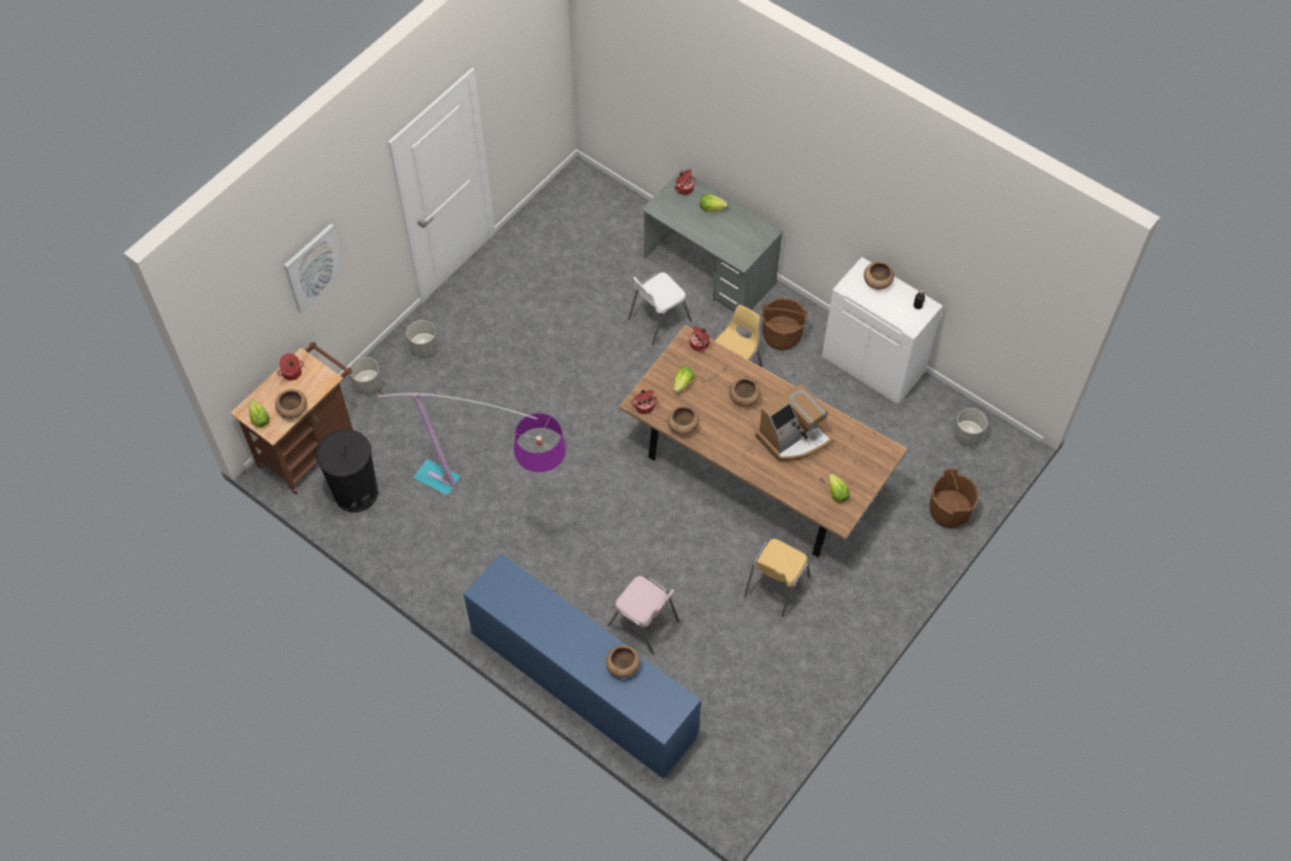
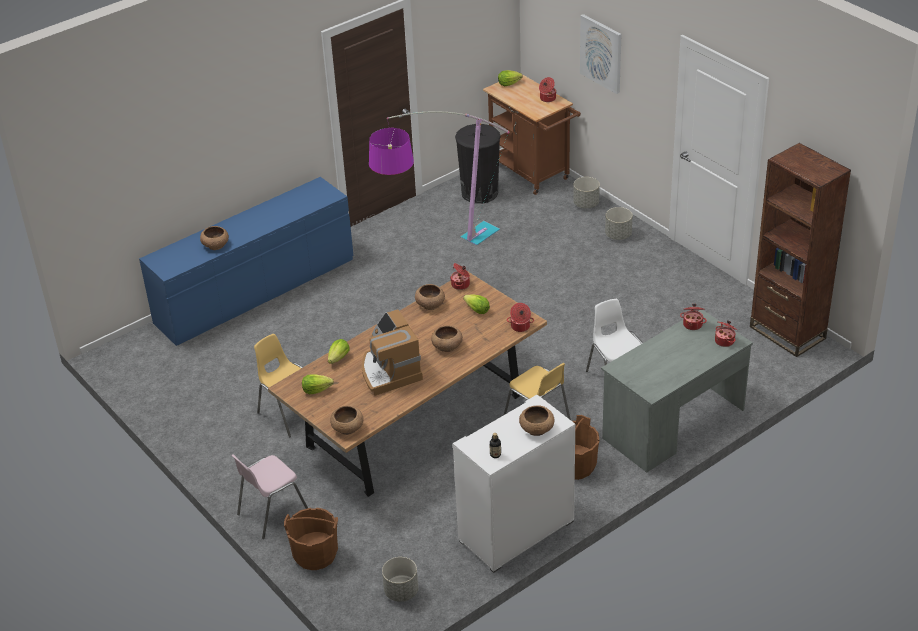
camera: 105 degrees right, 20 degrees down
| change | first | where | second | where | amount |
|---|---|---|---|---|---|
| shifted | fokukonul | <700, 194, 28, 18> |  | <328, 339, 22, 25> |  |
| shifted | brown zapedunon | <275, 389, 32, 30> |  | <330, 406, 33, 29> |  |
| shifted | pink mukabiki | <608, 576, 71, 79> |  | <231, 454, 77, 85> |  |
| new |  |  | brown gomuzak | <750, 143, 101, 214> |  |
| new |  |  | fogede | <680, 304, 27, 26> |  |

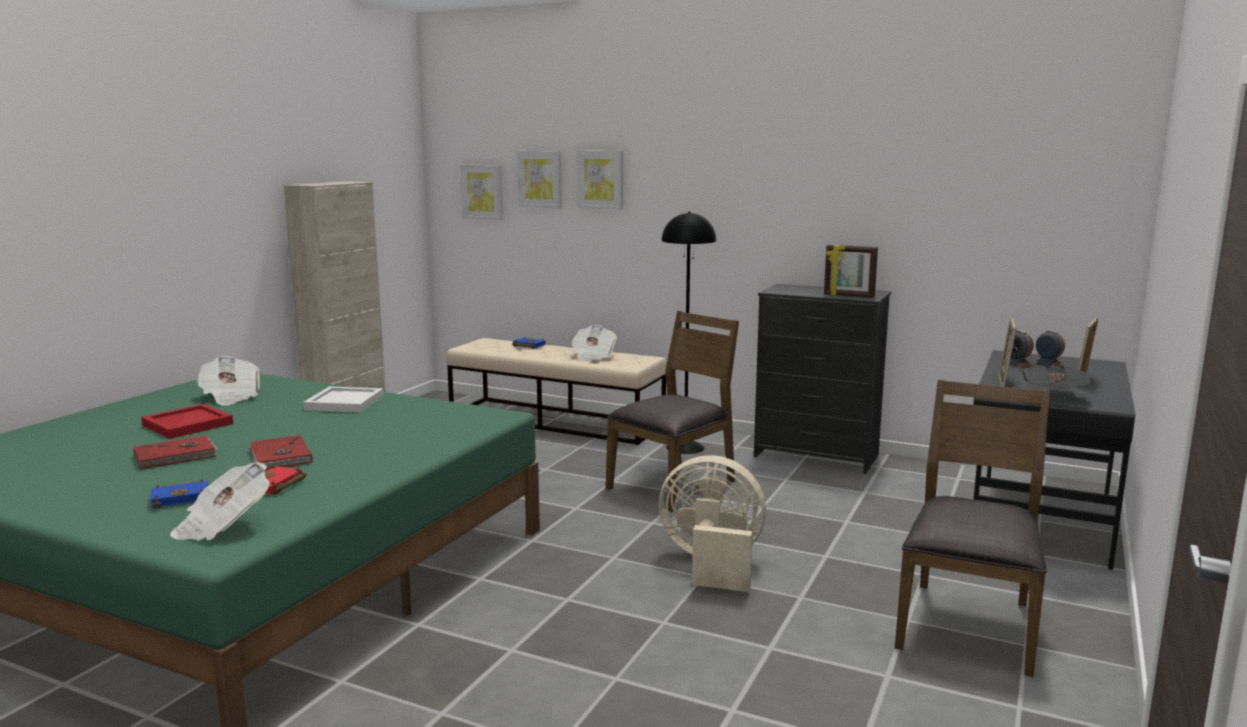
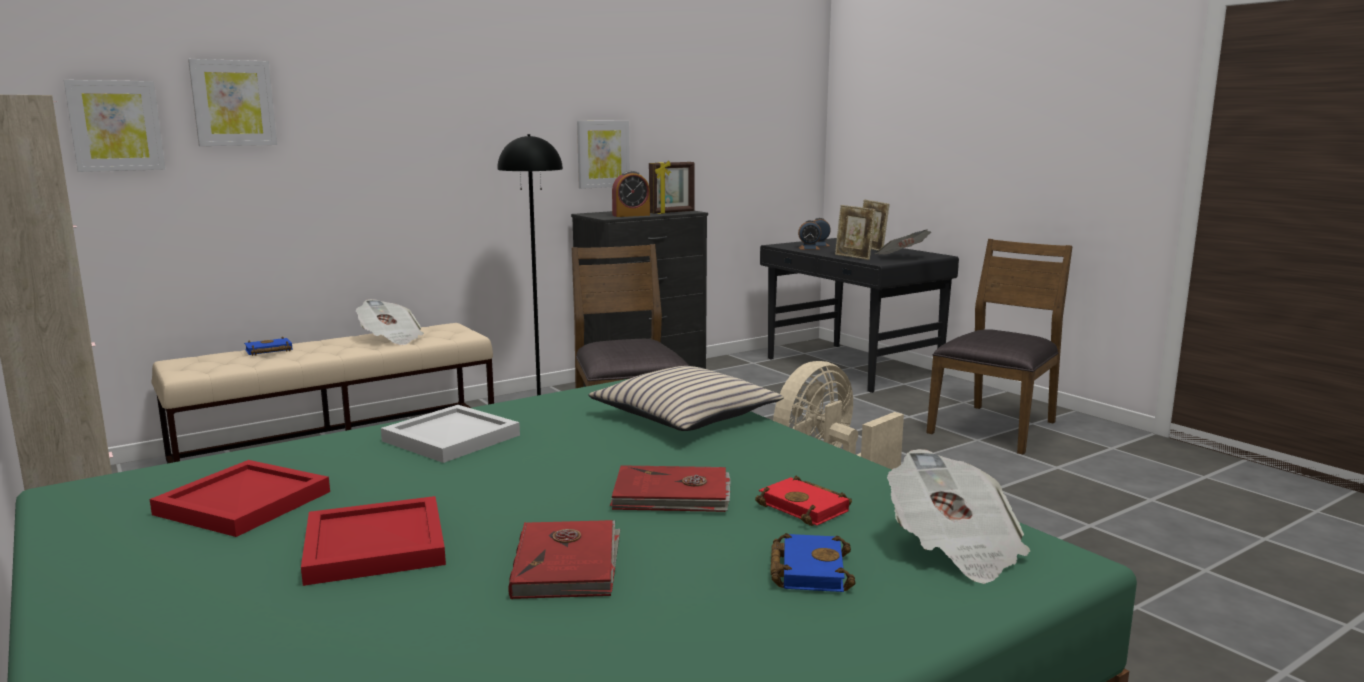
camera: 60 degrees left, 0 degrees up
| change | first | where | second | where | amount |
|---|---|---|---|---|---|
| shifted | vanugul | <577, 150, 46, 59> |  | <577, 121, 53, 68> |  |
| swapped | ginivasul | <196, 356, 64, 50> | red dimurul | <150, 460, 180, 77> |  |
| rotated | brown mukabiki | <895, 380, 155, 297> |  | <926, 239, 147, 216> | 75 degrees clockwise |
| new |  |  | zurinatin | <612, 171, 38, 46> |  |
| new |  |  | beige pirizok | <588, 366, 196, 65> |  |

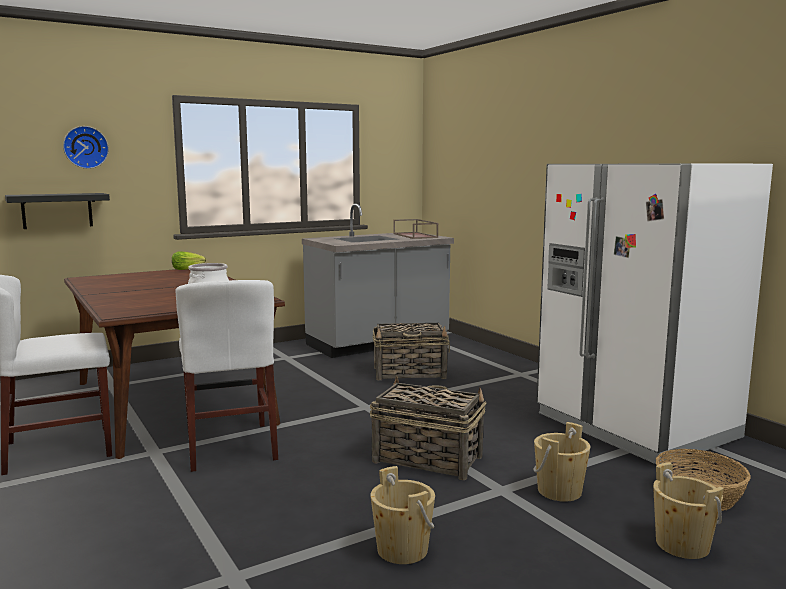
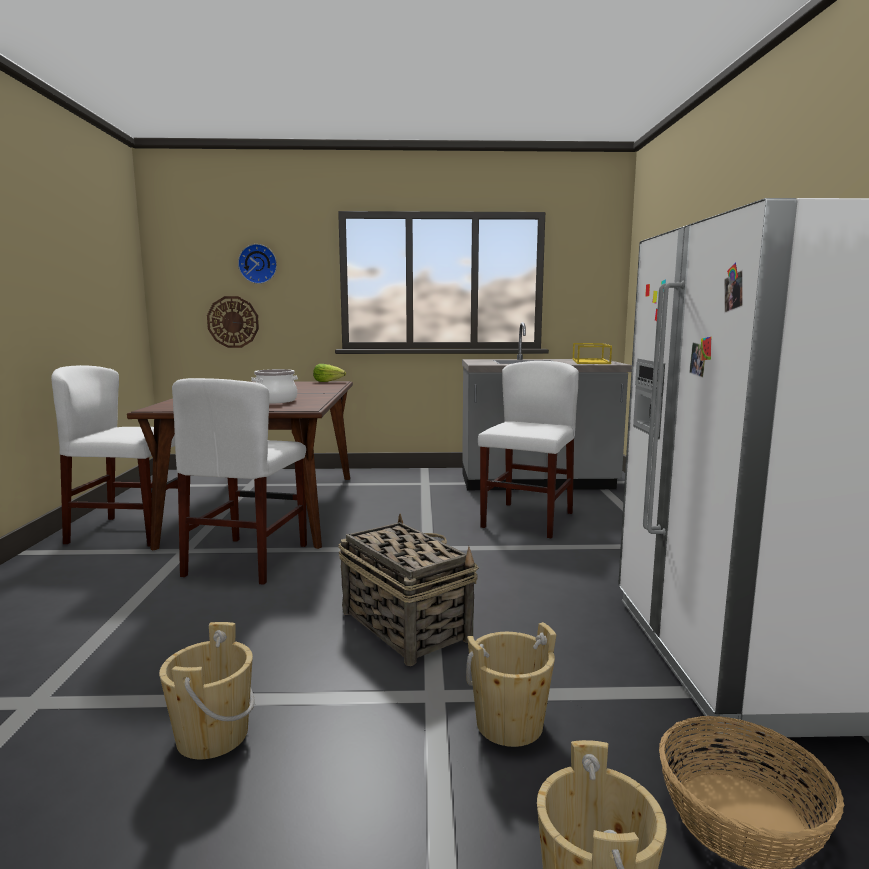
camera: 30 degrees right, 0 degrees up
| change | first | where | second | where | amount |
|---|---|---|---|---|---|
| swapped | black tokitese | <5, 193, 105, 36> | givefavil | <207, 296, 52, 52> |  |
| repainted | brown dimurul | <393, 219, 45, 20> | yellow dimurul | <572, 343, 40, 21> |  |
| swapped | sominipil | <373, 323, 77, 57> | white mukabiki | <478, 361, 101, 178> |  |

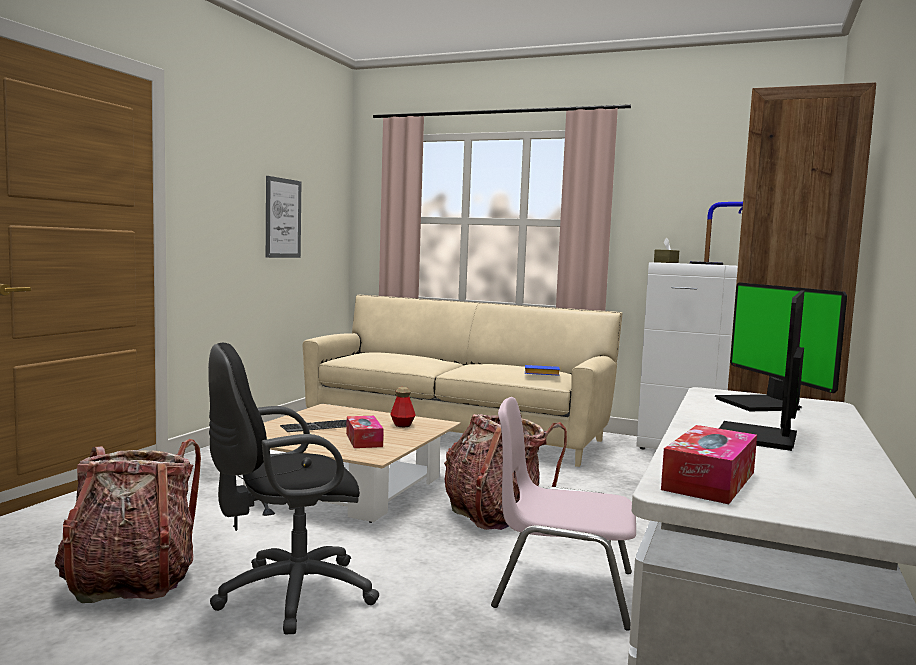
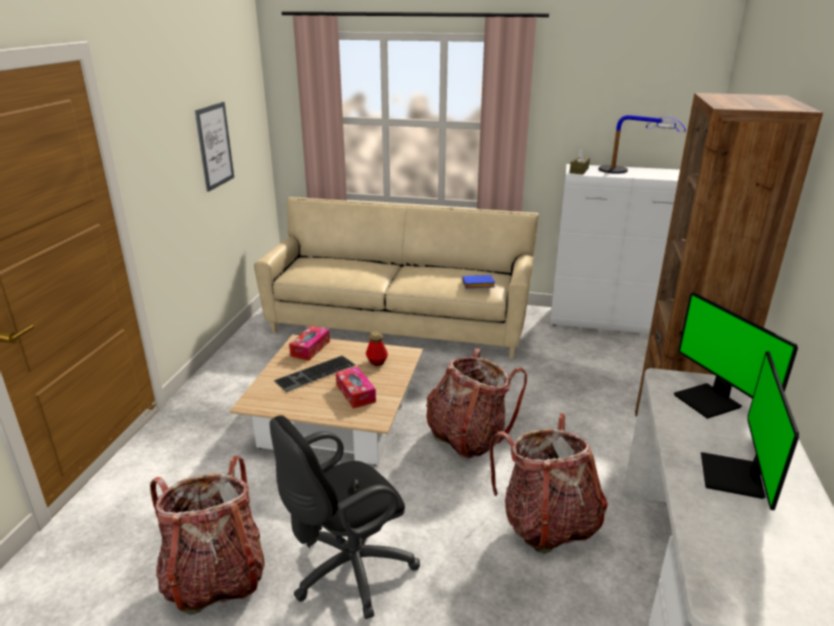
camera: 10 degrees left, 20 degrees up
| change | first | where | second | where | amount |
|---|---|---|---|---|---|
| swapped | pink mukabiki | <491, 397, 145, 234> | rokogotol | <489, 413, 119, 141> |  |
| shifted | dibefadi | <661, 425, 96, 79> |  | <289, 326, 41, 35> |  |

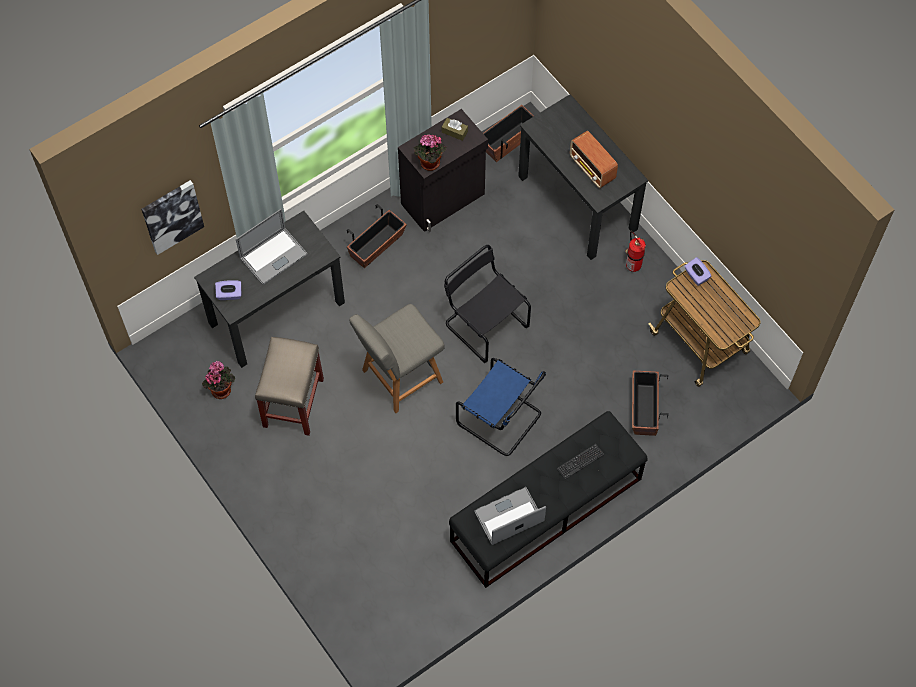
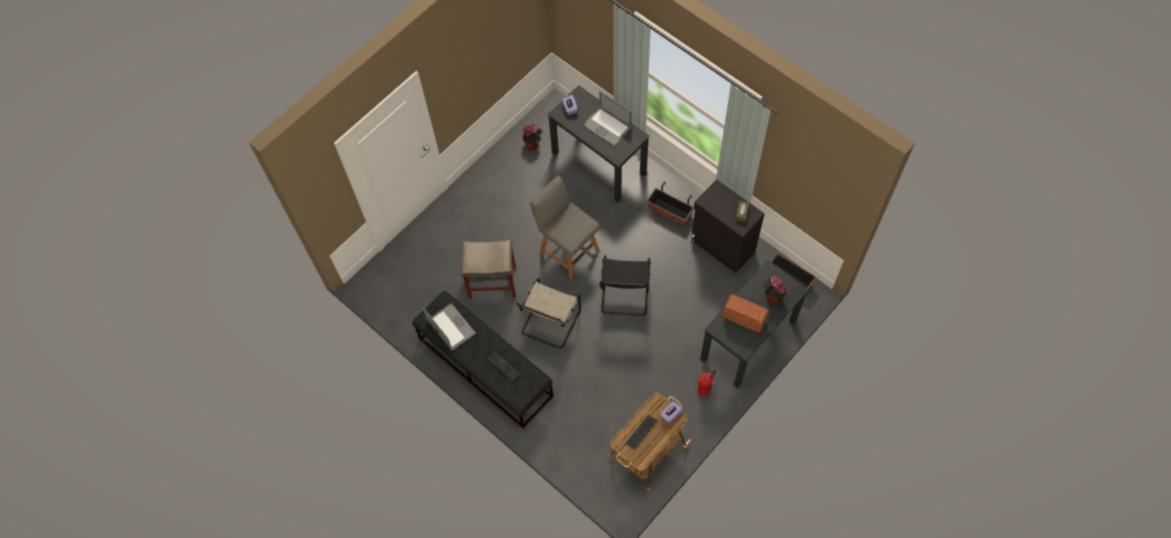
camera: 80 degrees right, 0 degrees up
| change | first | where | second | where | amount |
|---|---|---|---|---|---|
| rotated | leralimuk | <570, 131, 48, 57> |  | <723, 295, 45, 37> | 75 degrees clockwise |
| shifted | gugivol | <413, 134, 33, 37> |  | <764, 276, 22, 29> |  |
| gone | vanugul | <141, 180, 63, 75> |  |  |  |
| rotated | black mukabiki | <444, 245, 87, 118> |  | <599, 255, 52, 61> | 150 degrees clockwise |
| shifted | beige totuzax | <255, 337, 69, 99> |  | <461, 240, 55, 58> |  |
| repainted | blue mukabiki | <456, 358, 90, 98> | beige mukabiki | <515, 278, 66, 71> |  |
| gone | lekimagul | <632, 371, 36, 65> |  |  |  |
| new |  |  | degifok | <626, 415, 31, 35> |  |

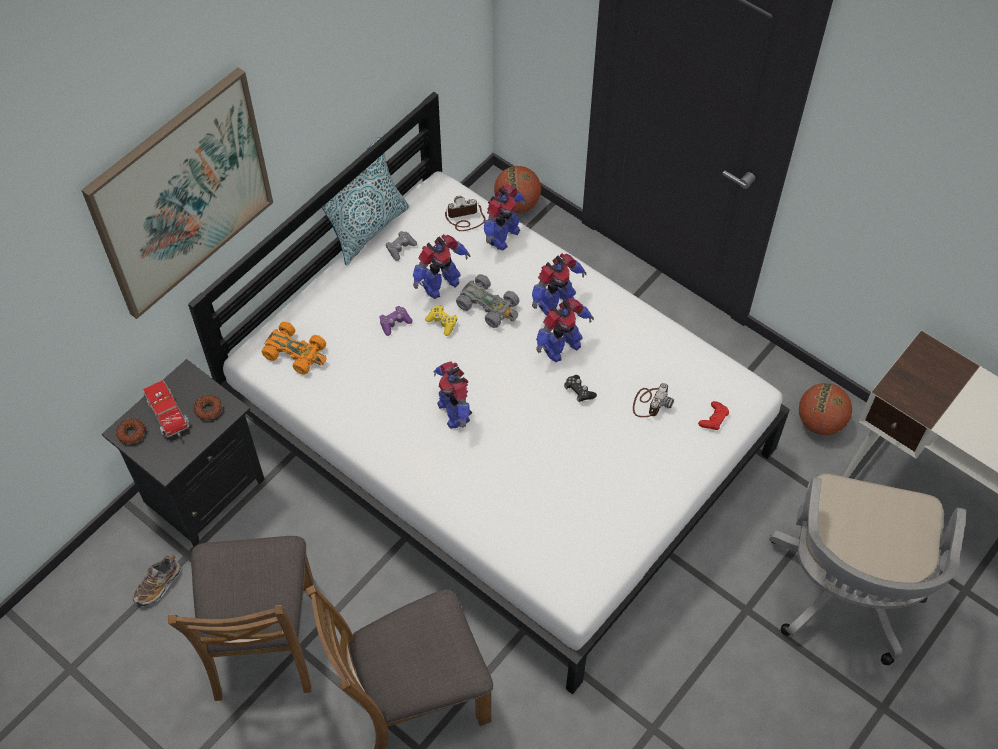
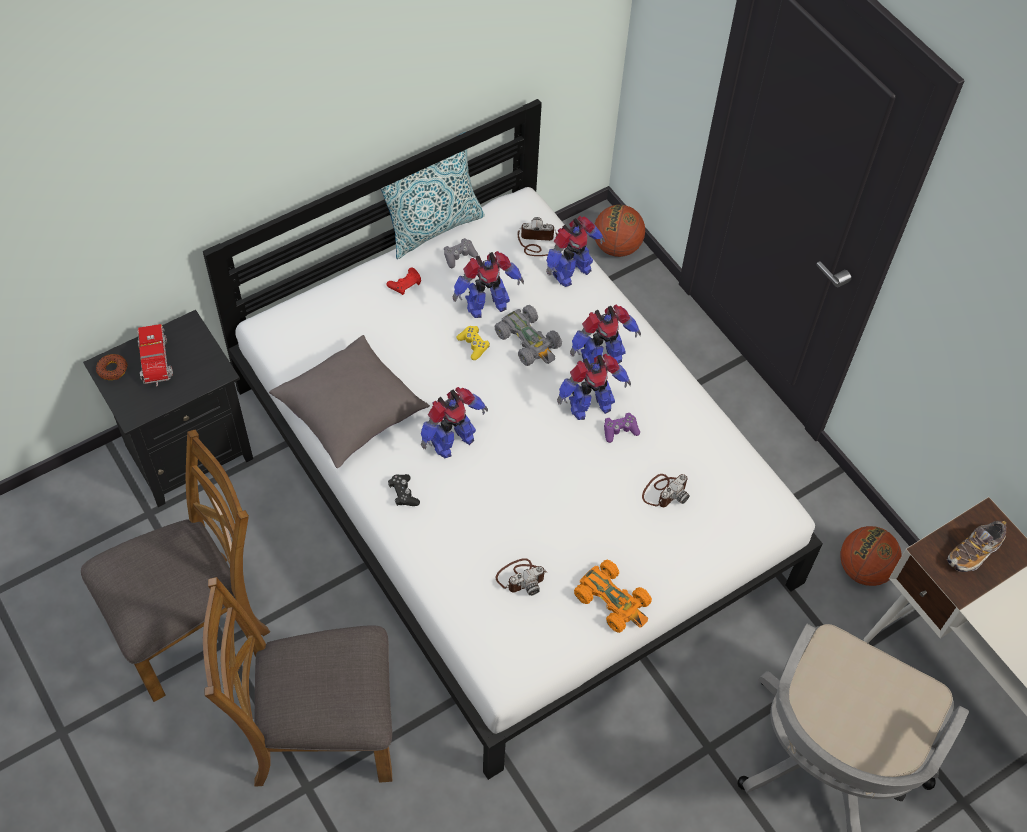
camera: 15 degrees right, 0 degrees up
| change | first | where | second | where | amount |
|---|---|---|---|---|---|
| gone | vanugul | <81, 67, 192, 252> |  |  |  |
| shifted | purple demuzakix | <379, 306, 34, 30> |  | <604, 413, 36, 30> |  |
| shifted | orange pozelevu | <262, 322, 65, 53> |  | <574, 559, 78, 74> |  |
| rotated | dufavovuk | <434, 362, 38, 67> |  | <421, 387, 67, 71> | 120 degrees counterclockwise |
| shifted | black demuzakix | <564, 375, 33, 28> |  | <388, 474, 32, 32> |  |
| gone | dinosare | <193, 395, 29, 25> |  |  |  |
| shifted | red demuzakix | <698, 401, 31, 30> |  | <387, 268, 34, 27> |  |
| rotated | brown mukabiki | <168, 536, 146, 165> |  | <81, 430, 189, 272> | 135 degrees counterclockwise |
| shifted | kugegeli | <133, 555, 48, 51> |  | <947, 521, 60, 51> |  |
| new |  |  | grey pirizok | <269, 335, 161, 133> |  |
| new |  |  | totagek | <496, 558, 51, 38> |  |

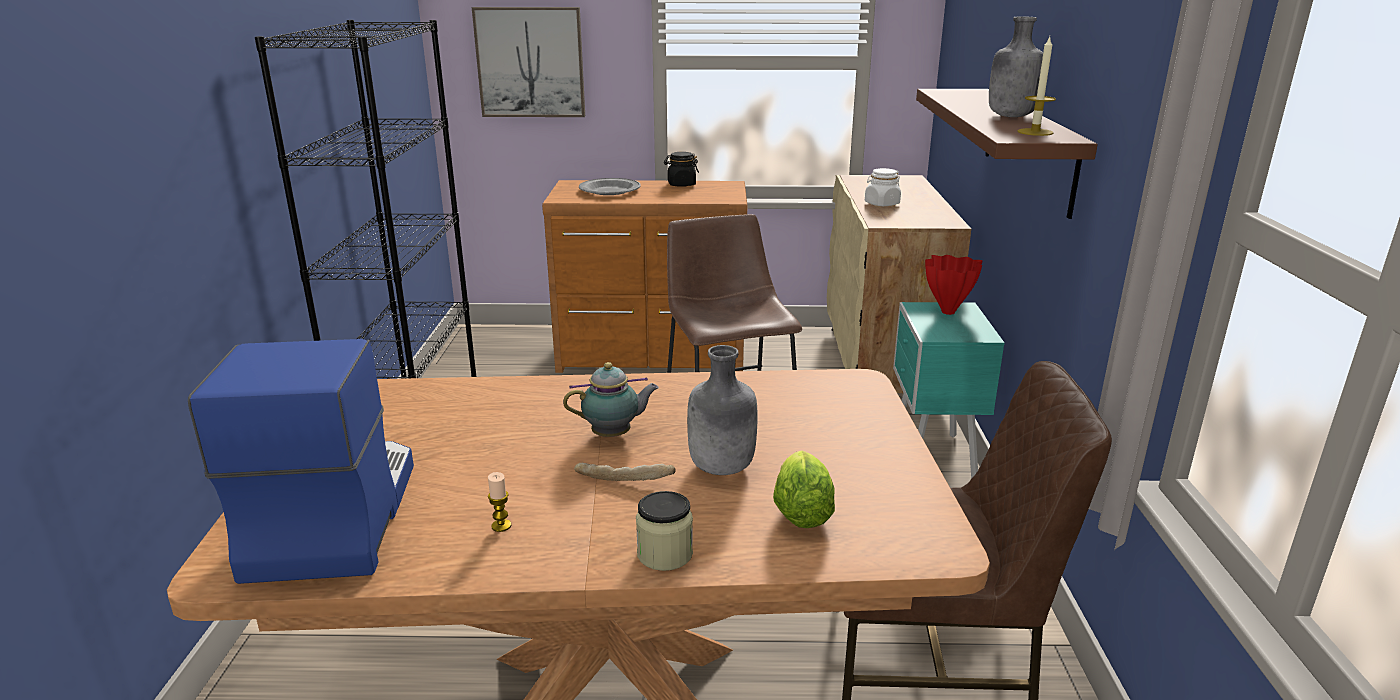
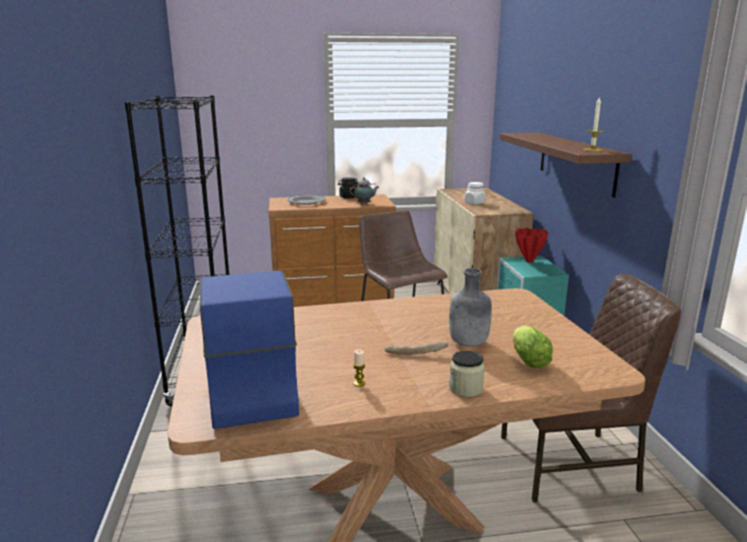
camera: 10 degrees left, 5 degrees down
| change | first | where | second | where | amount |
|---|---|---|---|---|---|
| gone | vanugul | <472, 7, 113, 110> |  |  |  |
| gone | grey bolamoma | <989, 16, 54, 101> |  |  |  |
| shifted | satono | <563, 362, 96, 75> |  | <350, 177, 29, 27> |  |

